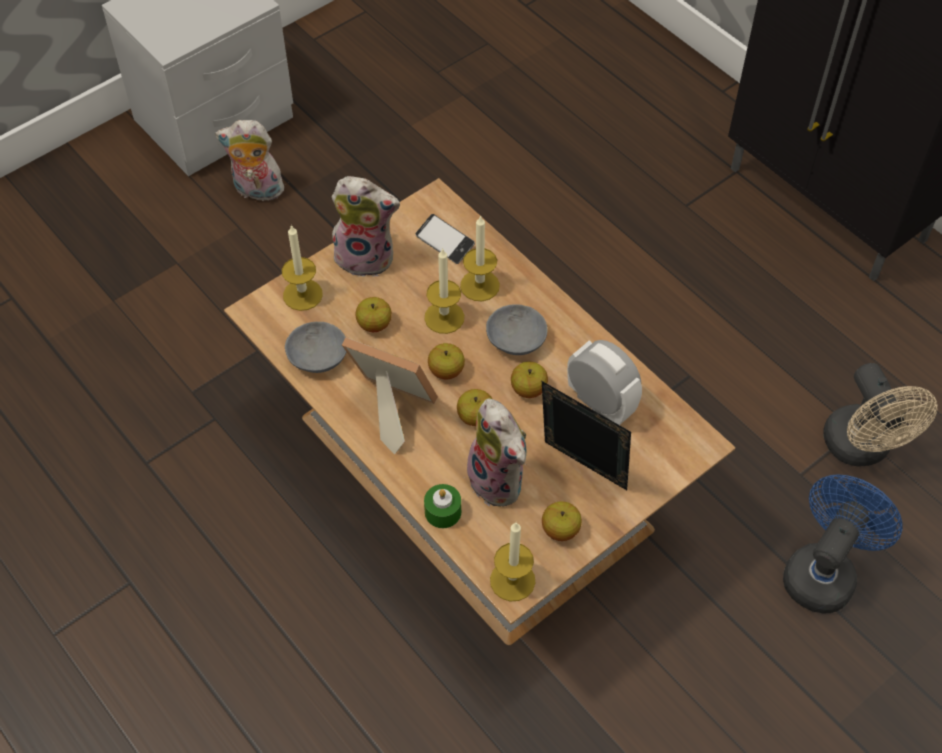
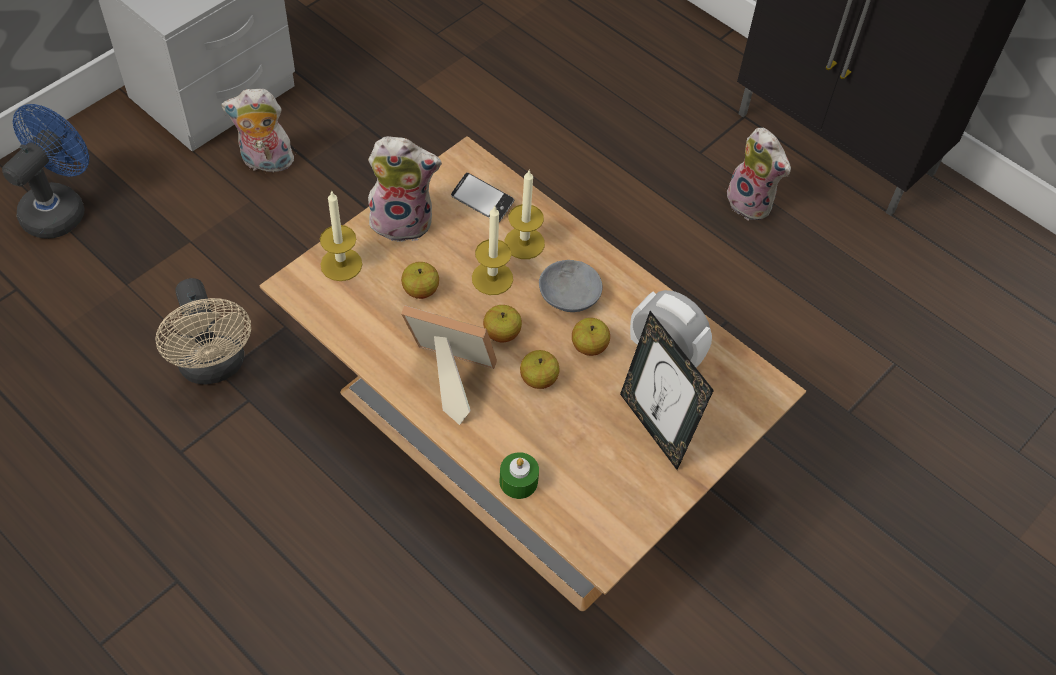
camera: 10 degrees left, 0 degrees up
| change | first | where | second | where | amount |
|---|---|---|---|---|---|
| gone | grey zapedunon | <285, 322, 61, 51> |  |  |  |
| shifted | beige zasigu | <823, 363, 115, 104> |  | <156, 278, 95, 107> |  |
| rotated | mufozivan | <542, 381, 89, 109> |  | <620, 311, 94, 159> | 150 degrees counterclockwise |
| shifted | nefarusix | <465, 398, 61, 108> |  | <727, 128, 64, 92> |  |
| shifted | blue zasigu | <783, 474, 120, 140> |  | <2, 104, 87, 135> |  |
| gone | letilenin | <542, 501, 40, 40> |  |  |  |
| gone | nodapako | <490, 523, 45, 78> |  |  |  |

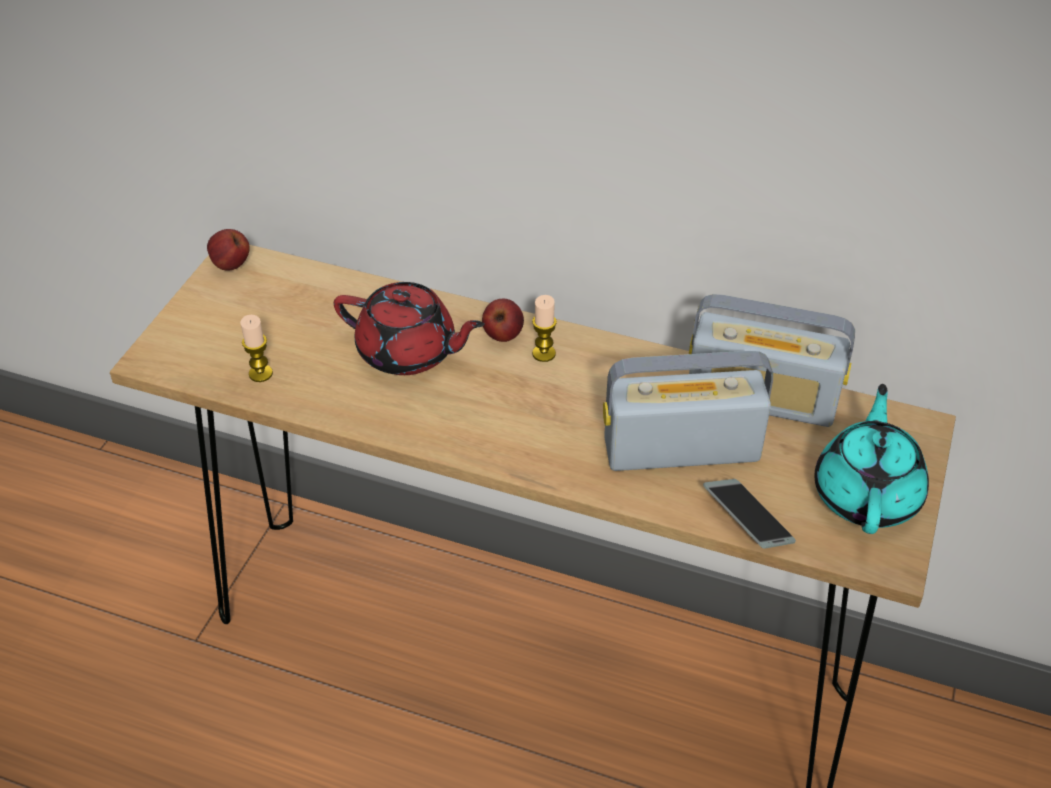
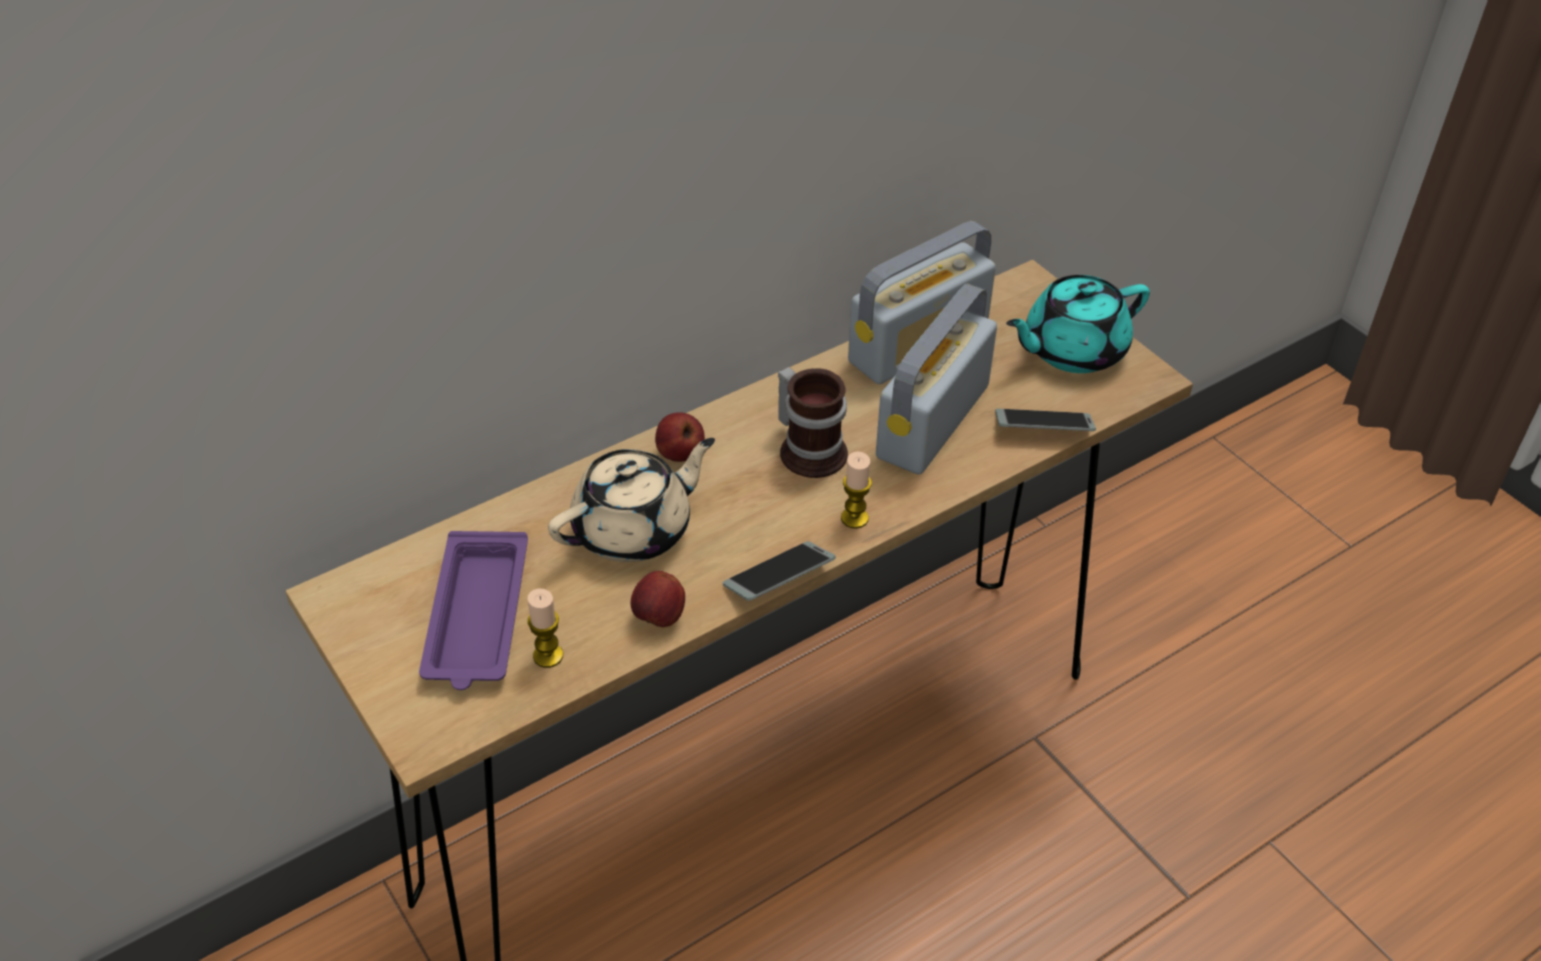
camera: 55 degrees left, 0 degrees up
| change | first | where | second | where | amount |
|---|---|---|---|---|---|
| shifted | letilenin | <207, 229, 42, 41> |  | <631, 571, 54, 56> |  |
| repainted | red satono | <334, 282, 150, 93> | beige satono | <548, 438, 167, 124> |  |
| shifted | nodapako | <532, 295, 25, 67> |  | <841, 451, 31, 78> |  |
| rotated | turquoise satono | <814, 384, 115, 150> |  | <1006, 275, 144, 98> | 75 degrees counterclockwise |
| new |  |  | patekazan | <778, 367, 70, 111> |  |
| new |  |  | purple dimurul | <419, 531, 109, 159> |  |
| new |  |  | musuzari | <723, 541, 113, 60> |  |

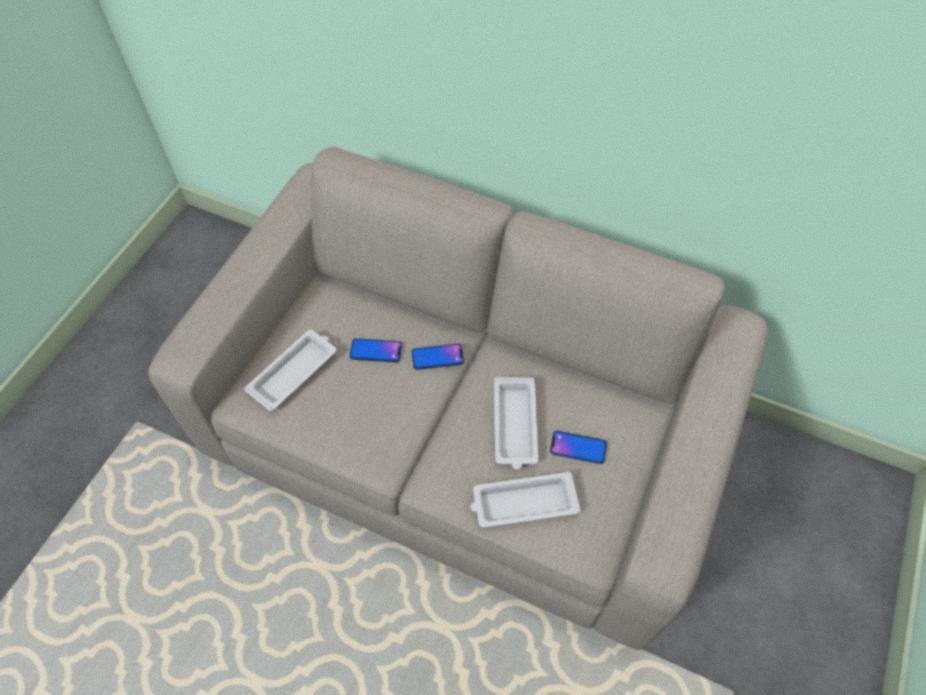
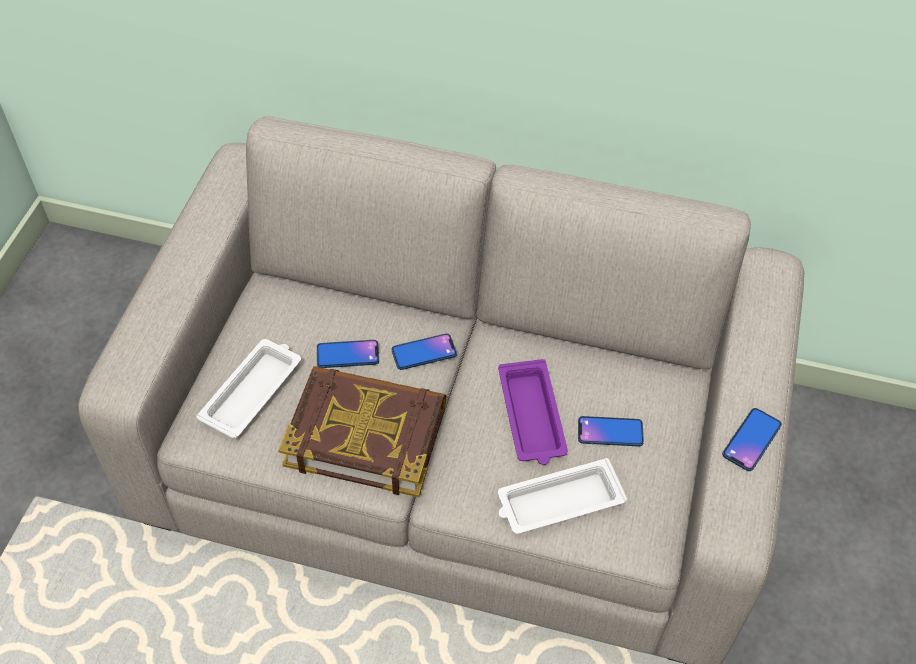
camera: 10 degrees left, 5 degrees down
| change | first | where | second | where | amount |
|---|---|---|---|---|---|
| repainted | white dimurul | <494, 377, 45, 93> | purple dimurul | <498, 359, 70, 106> |  |
| new |  |  | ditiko | <278, 366, 168, 131> |  |
| new |  |  | musuzari | <722, 408, 60, 63> |  |

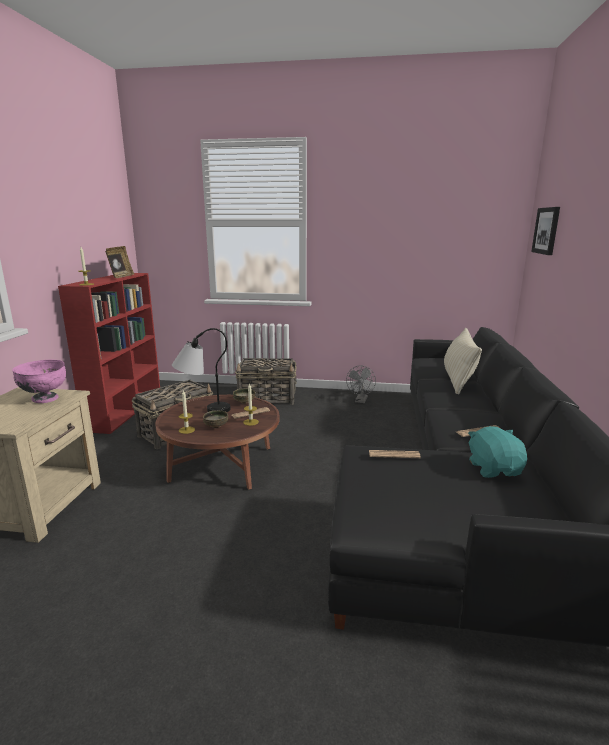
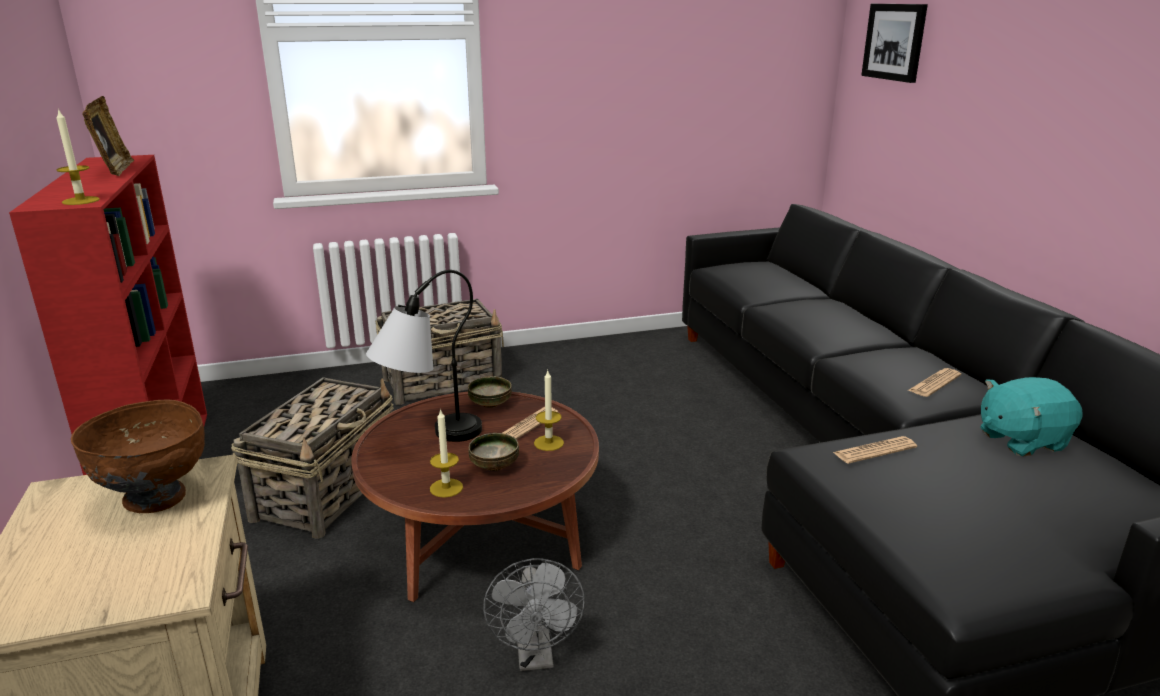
camera: 25 degrees left, 5 degrees up
| change | first | where | second | where | amount |
|---|---|---|---|---|---|
| gone | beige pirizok | <444, 328, 38, 66> |  |  |  |
| repainted | pink zapedunon | <12, 360, 54, 43> | brown zapedunon | <71, 399, 134, 114> |  |
| shifted | grey zasigu | <346, 365, 30, 38> |  | <483, 558, 102, 113> |  |
| rotated | turquoise nefarusix | <468, 426, 59, 52> |  | <980, 377, 103, 80> | 75 degrees counterclockwise |

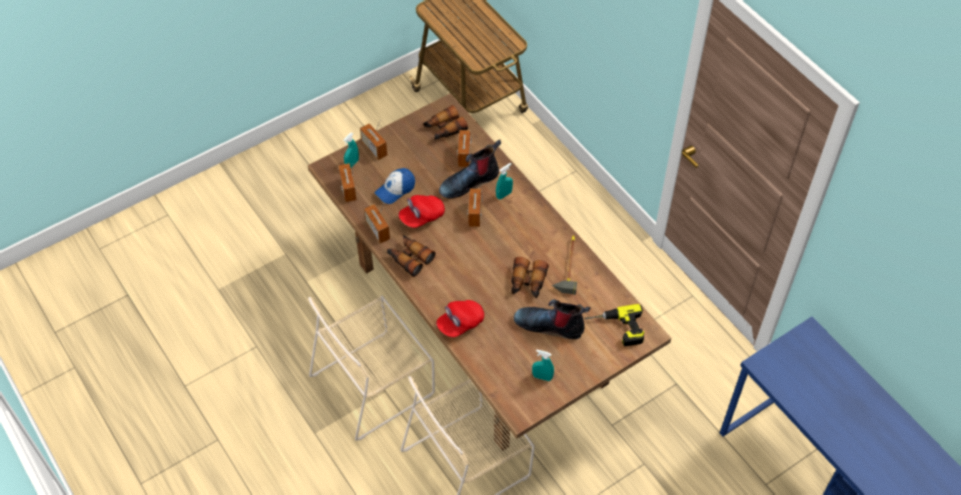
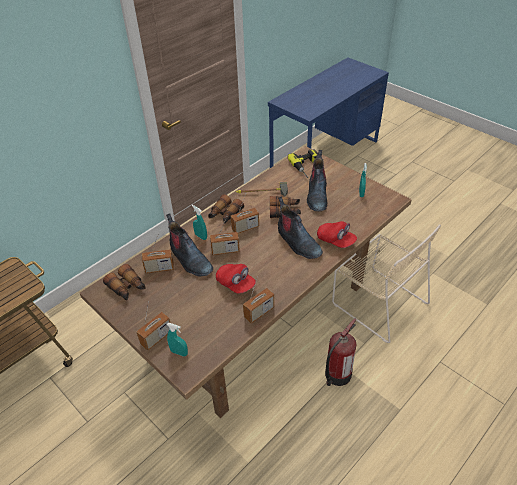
camera: 100 degrees left, 10 degrees down
| change | first | where | second | where | amount |
|---|---|---|---|---|---|
| shifted | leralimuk | <338, 163, 19, 39> |  | <231, 197, 28, 36> |  |
| gone | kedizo | <374, 168, 41, 36> |  |  |  |
| shifted | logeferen | <387, 235, 49, 42> |  | <208, 194, 36, 30> |  |
| swapped | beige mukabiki | <308, 295, 127, 146> | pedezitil | <325, 318, 32, 68> |  |
| new |  |  | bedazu | <278, 197, 45, 62> |  |

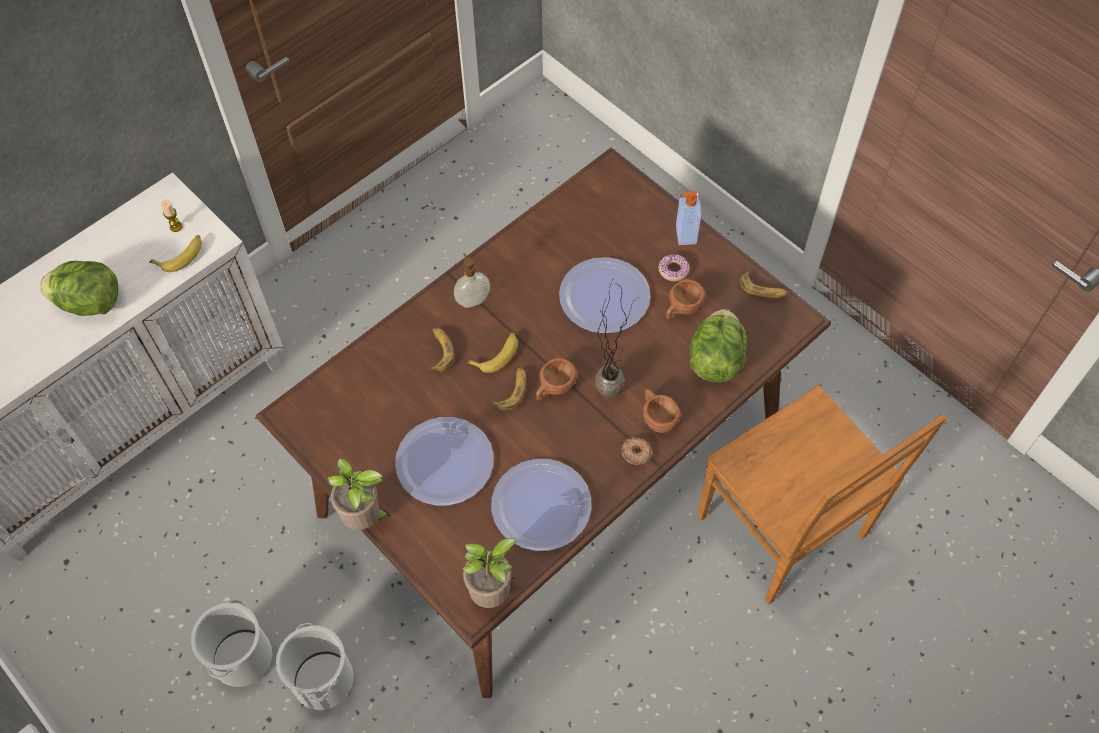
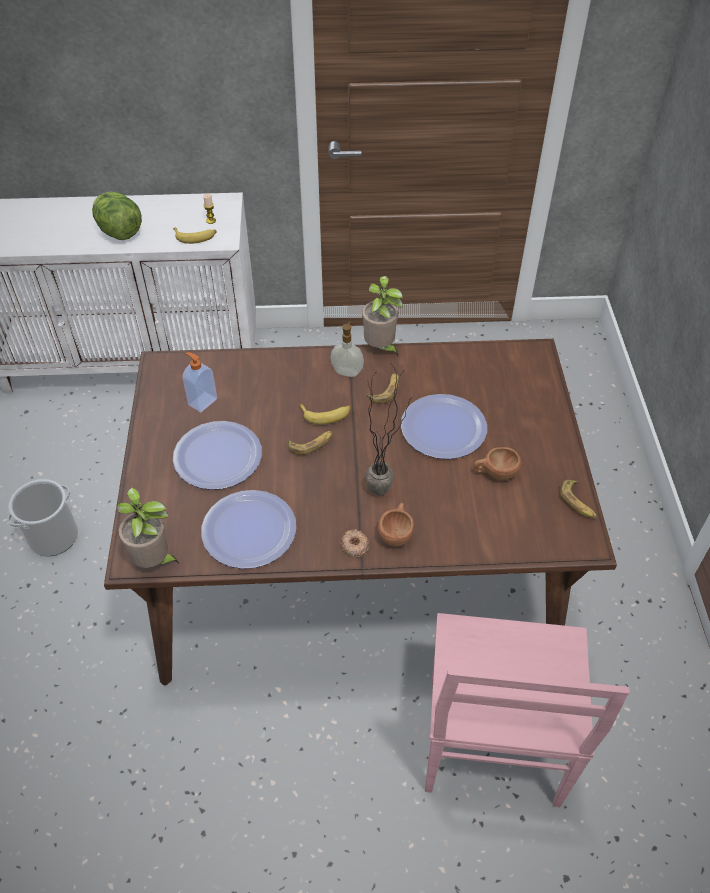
camera: 40 degrees right, 10 degrees down
| change | first | where | second | where | amount |
|---|---|---|---|---|---|
| shifted | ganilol | <676, 191, 25, 54> |  | <182, 352, 35, 61> |  |
| gone | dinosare | <659, 254, 31, 27> |  |  |  |
| gone | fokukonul | <690, 309, 57, 73> |  |  |  |
| shifted | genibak | <429, 328, 26, 44> |  | <367, 373, 32, 31> |  |
| gone | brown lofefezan | <536, 358, 41, 42> |  |  |  |
| repainted | brown mukabiki | <698, 385, 250, 219> | pink mukabiki | <425, 613, 205, 194> |  |
| shifted | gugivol | <328, 458, 64, 72> |  | <362, 276, 41, 80> |  |
| gone | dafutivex | <276, 623, 78, 87> |  |  |  |

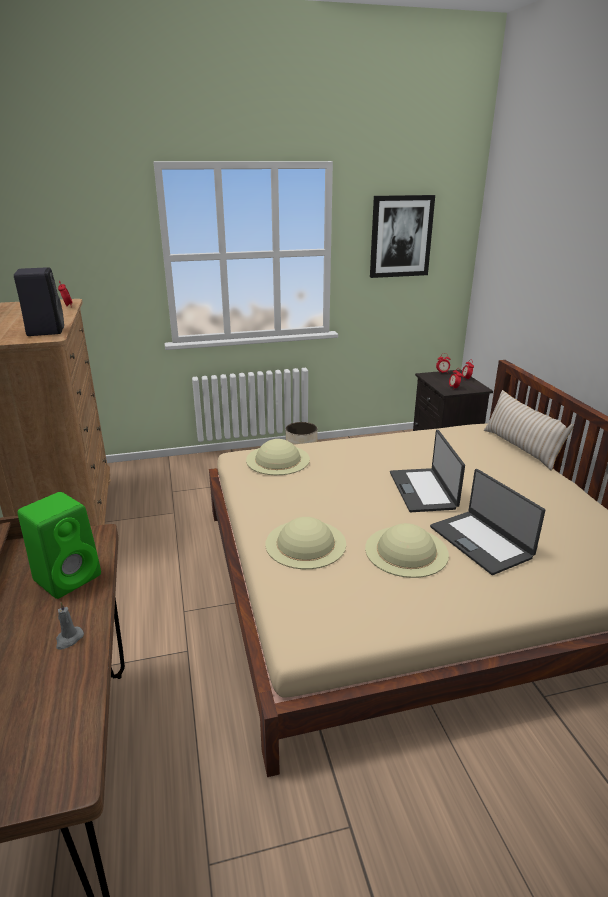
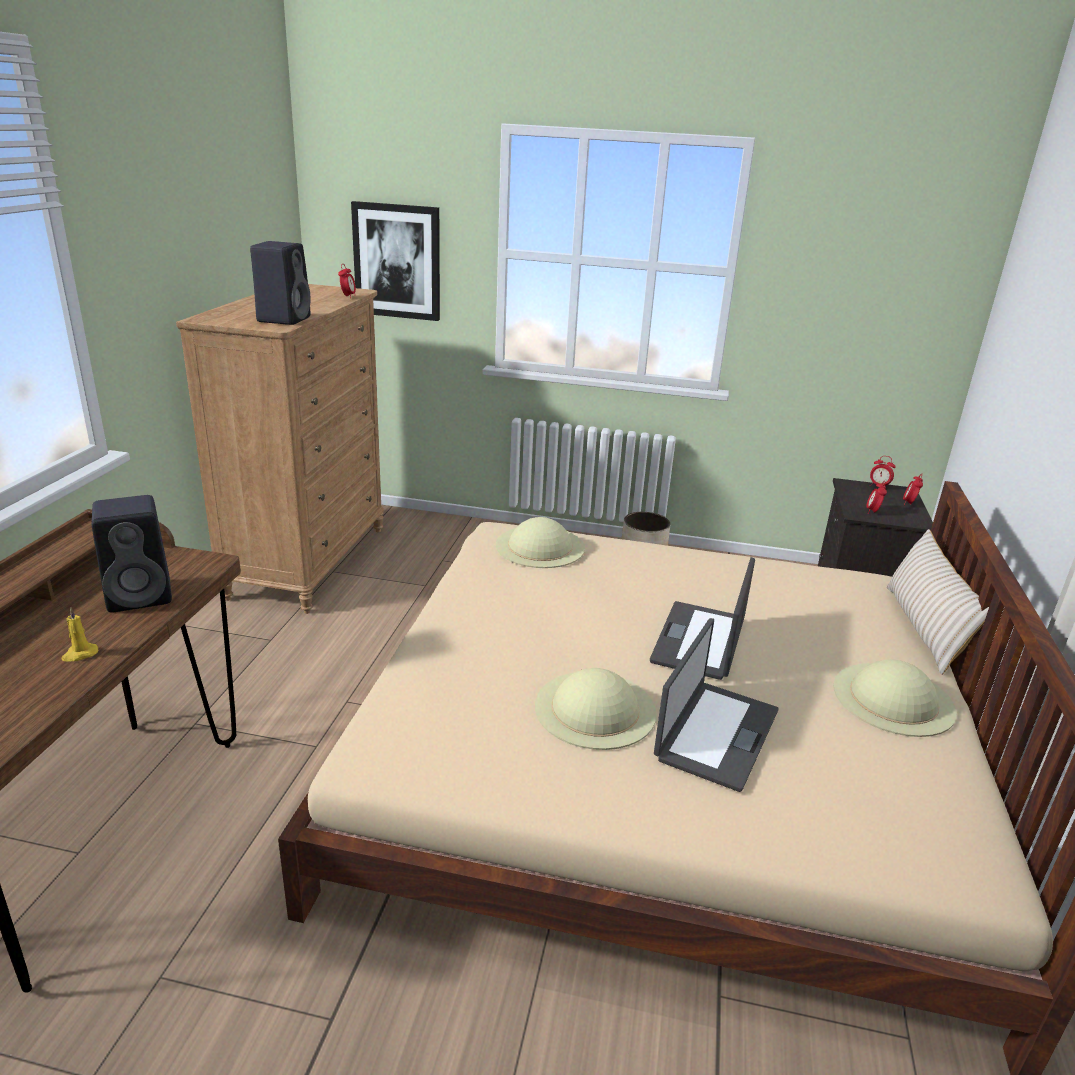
camera: 25 degrees right, 0 degrees up
| change | first | where | second | where | amount |
|---|---|---|---|---|---|
| shifted | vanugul | <370, 195, 65, 83> |  | <351, 201, 89, 120> |  |
| rotated | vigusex | <430, 469, 115, 106> |  | <654, 618, 125, 174> | 150 degrees counterclockwise |
| repainted | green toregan | <18, 492, 83, 107> | black toregan | <92, 495, 80, 118> |  |
| shifted | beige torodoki | <265, 517, 81, 52> |  | <833, 659, 124, 78> |  |
| repainted | grey nodapako | <56, 602, 28, 48> | yellow nodapako | <61, 607, 38, 55> |  |

